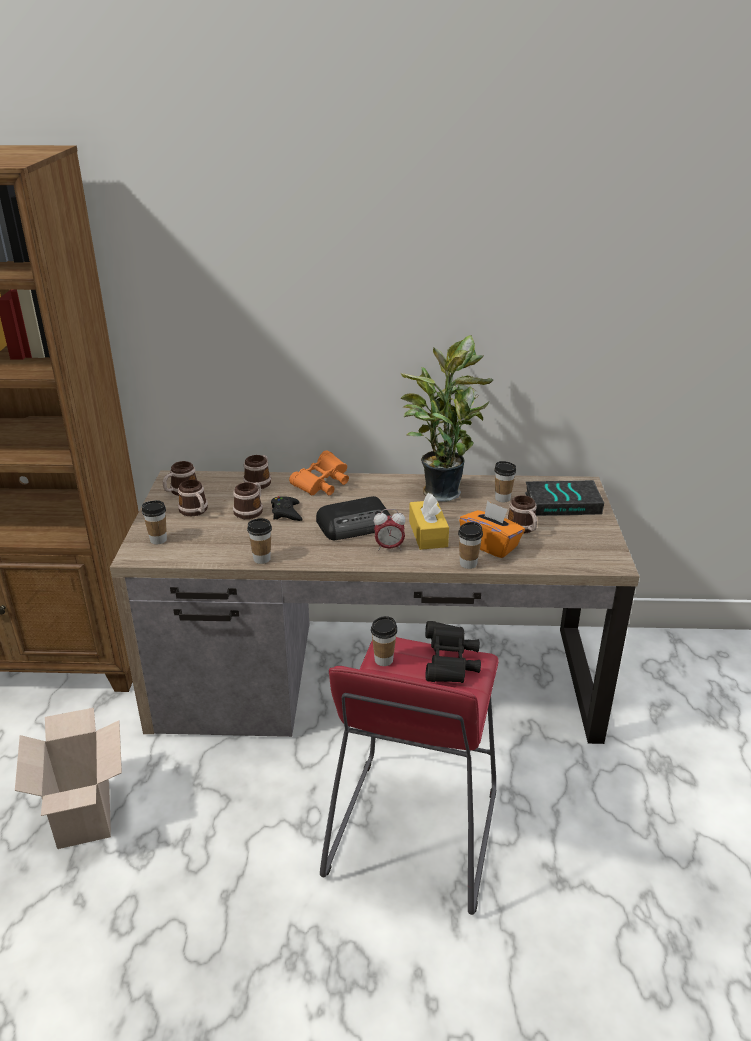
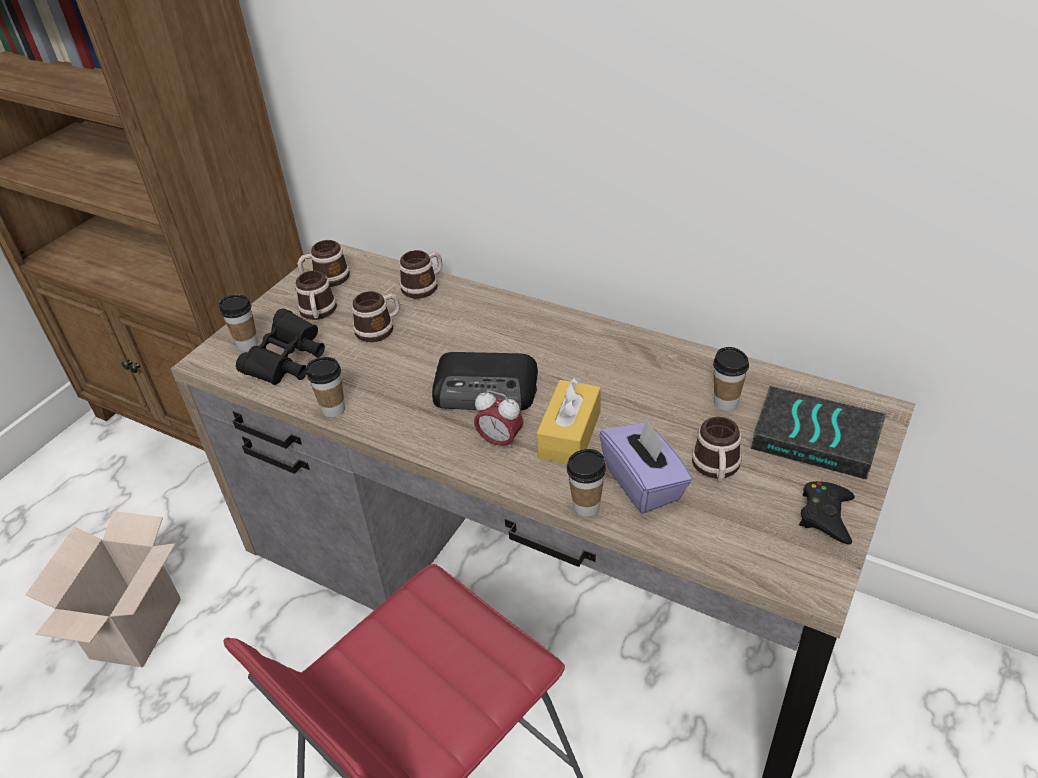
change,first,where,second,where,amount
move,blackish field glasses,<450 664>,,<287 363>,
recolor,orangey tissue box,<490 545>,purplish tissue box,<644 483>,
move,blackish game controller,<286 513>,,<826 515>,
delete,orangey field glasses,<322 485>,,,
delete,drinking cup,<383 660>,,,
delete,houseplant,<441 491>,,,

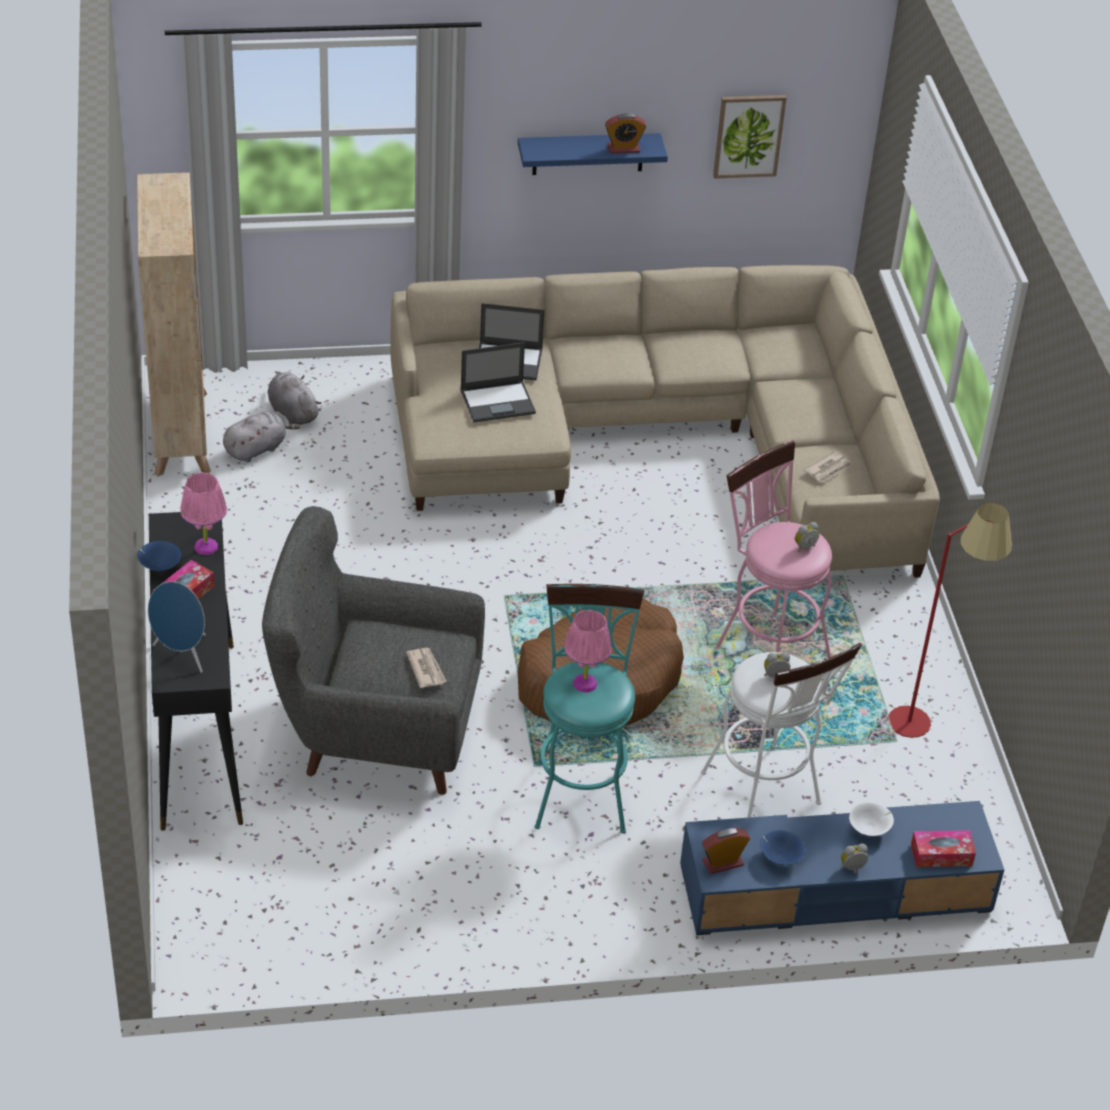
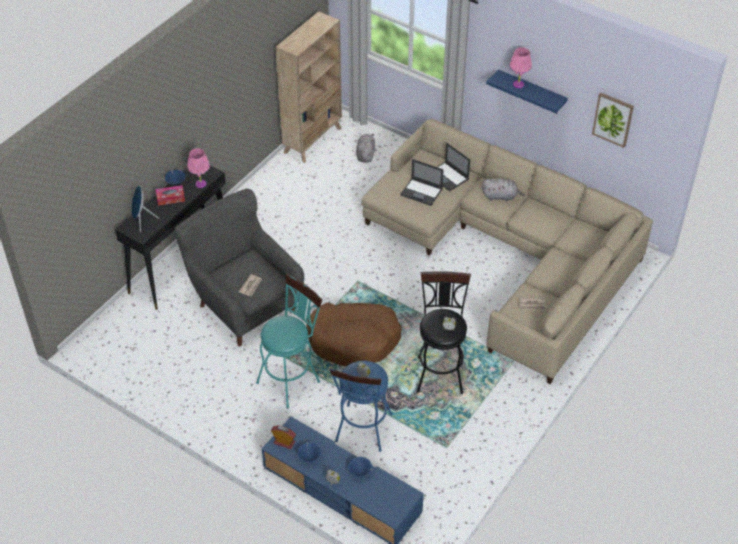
change,first,where,second,where,amount
recolor,white-coloured sitting stool,<766 794>,blue-coloured sitting stool,<362 432>,
recolor,white-coloured deep dish,<870 829>,blue-coloured deep dish,<360 471>,
recolor,pinkish sitting stool,<766 648>,blackish sitting stool,<439 371>,
move,grey cuddly toy,<257 449>,,<501 196>,
move,pinkish tabletop lamp,<585 683>,,<518 84>,
delete,alarm clock,<623 148>,,,
delete,red-coloured standard lamp,<927 730>,,,
delete,tissue box,<941 855>,,,

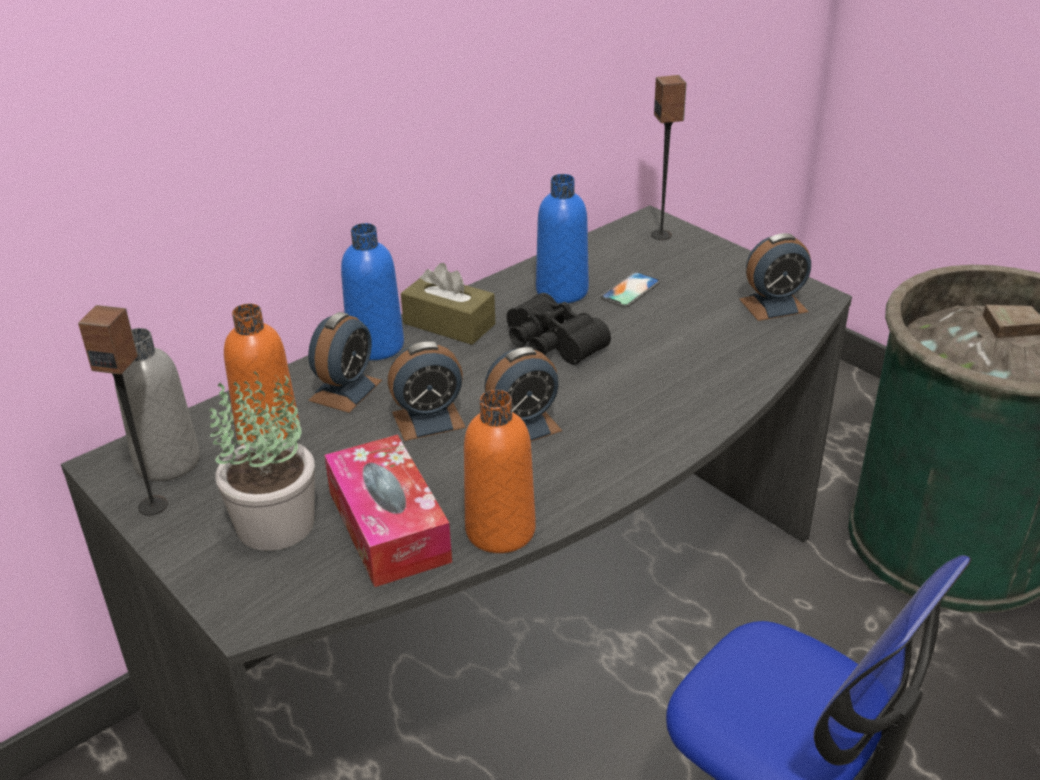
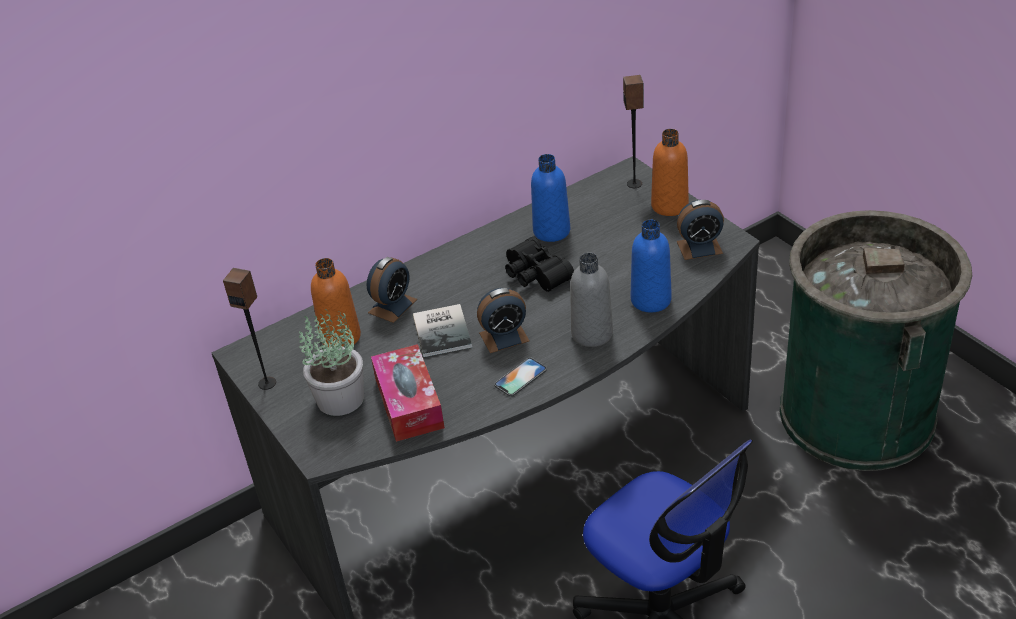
change,first,where,second,where,amount
replace,alarm clock,<428 420>,book,<444 330>,
move,handset,<630 290>,,<520 377>,
move,grey drink bottle,<167 462>,,<592 334>,
move,blue-coloured drink bottle,<376 346>,,<651 300>,
move,orangey drink bottle,<500 530>,,<669 206>,
delete,brownish tissue box,<449 324>,,,

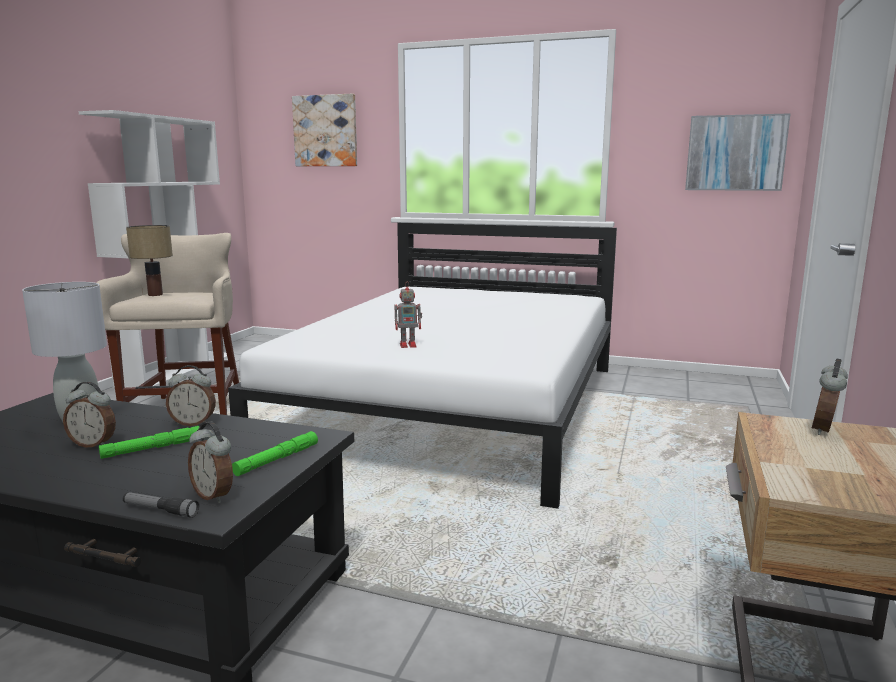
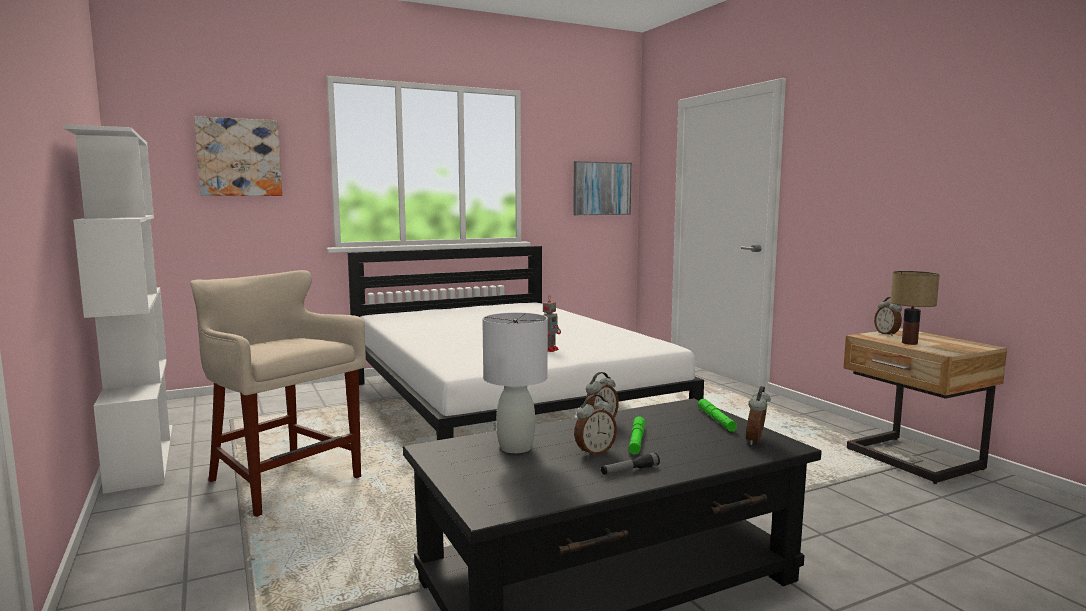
change,first,where,second,where,amount
move,hand torch,<160 510>,,<629 470>,
rotate,alarm clock,<214 495>,,<757 441>,120 degrees clockwise
move,tabletop lamp,<155 295>,,<910 343>,

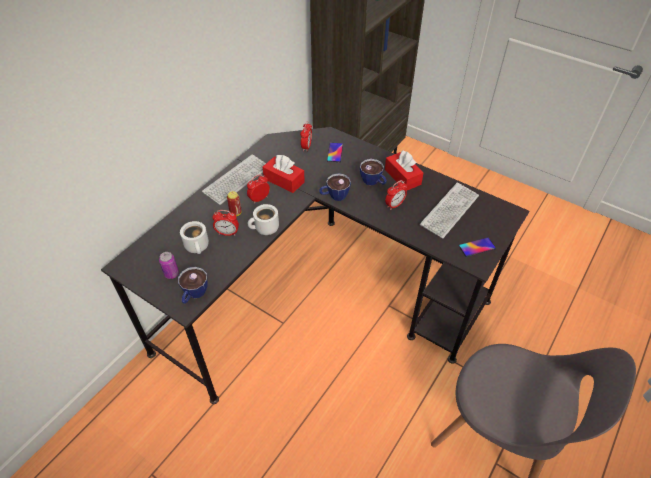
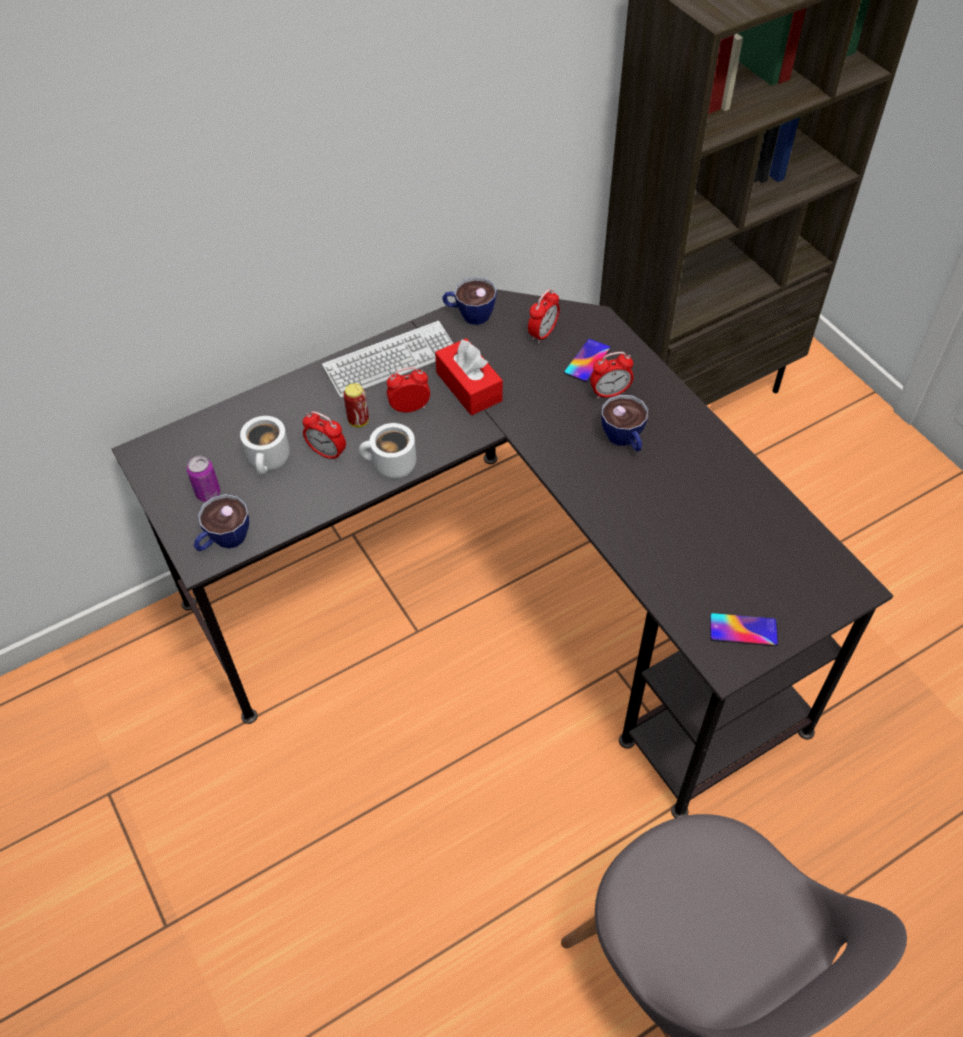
change,first,where,second,where,amount
move,drinking cup,<334 196>,,<469 314>,
move,alarm clock,<394 205>,,<609 393>,
delete,red-coloured tissue box,<402 177>,,,
delete,keyboard,<449 211>,,,

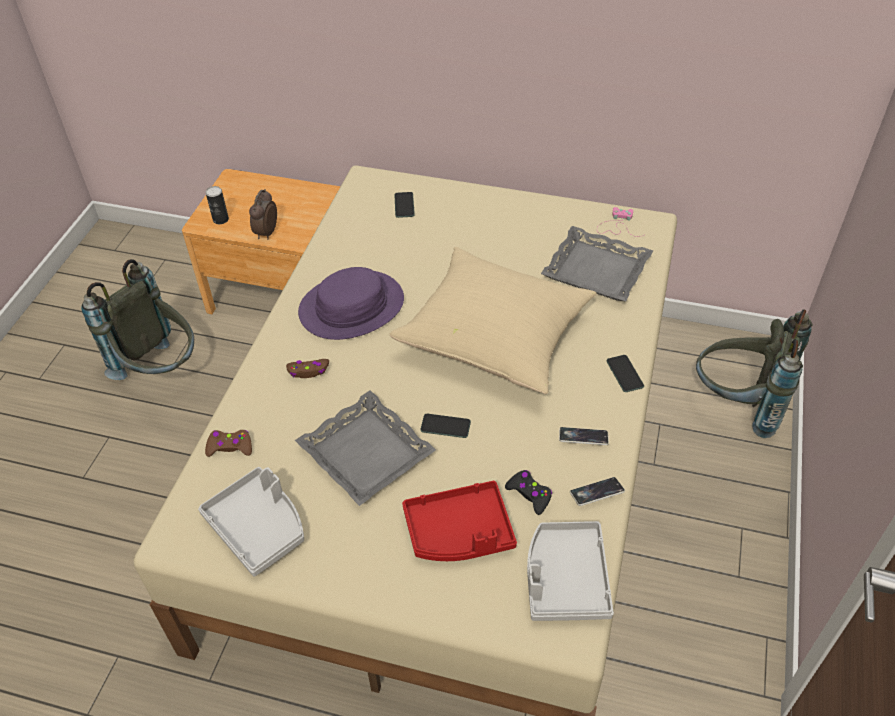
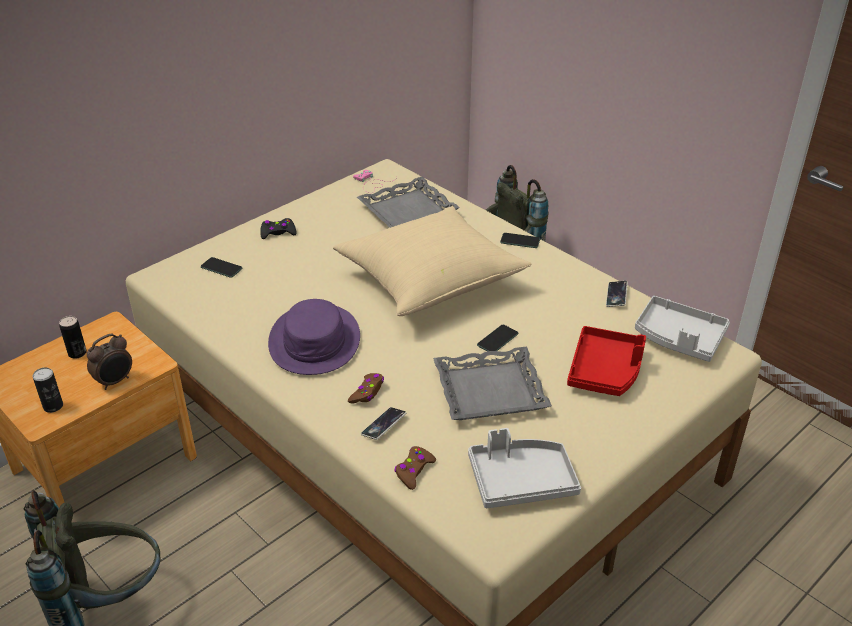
change,first,where,second,where,amount
insert,,,sealed can,<77 353>,
rotate,alarm clock,<266 233>,,<115 381>,90 degrees counterclockwise
move,blackish game controller,<529 494>,,<278 232>,
move,handset,<583 438>,,<383 425>,

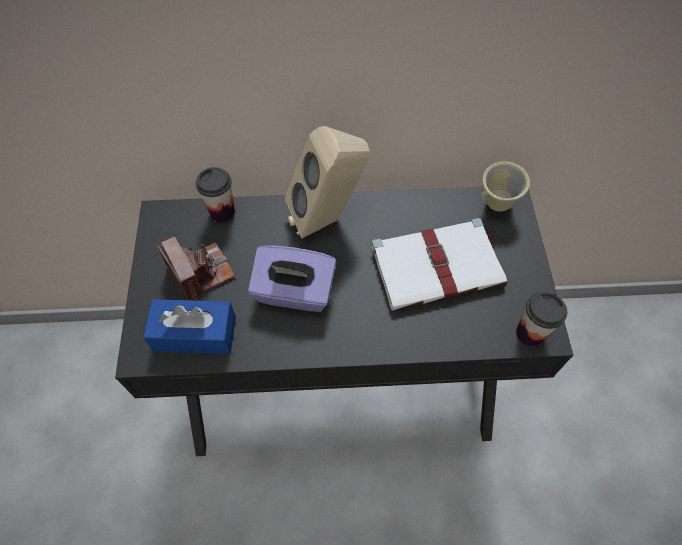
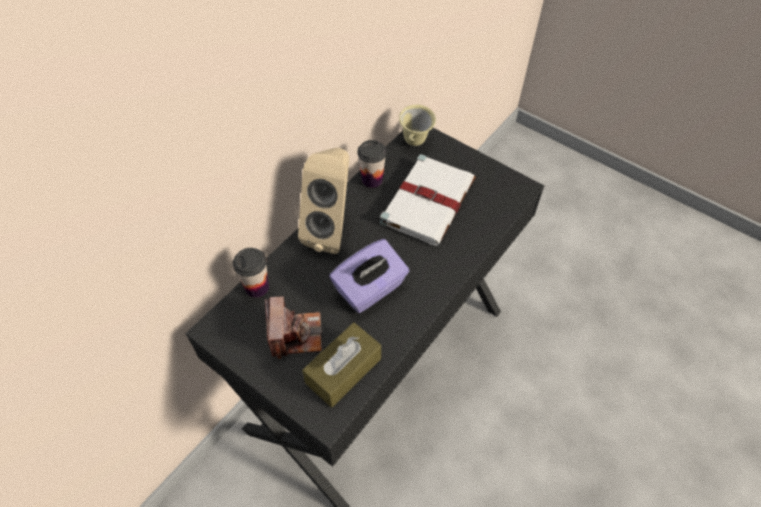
change,first,where,second,where,amount
rotate,photo camera,<201 272>,,<295 334>,75 degrees clockwise
recolor,blue-coloured tissue box,<195 333>,brownish tissue box,<343 371>,
move,drinking cup,<530 333>,,<372 180>,

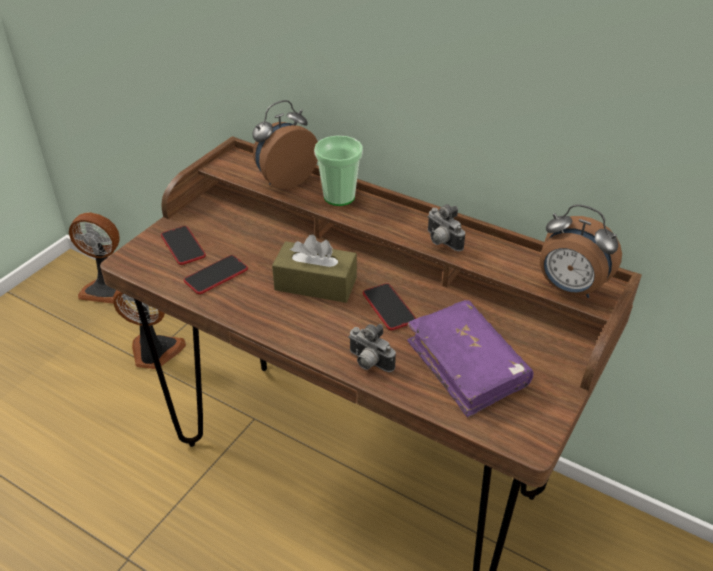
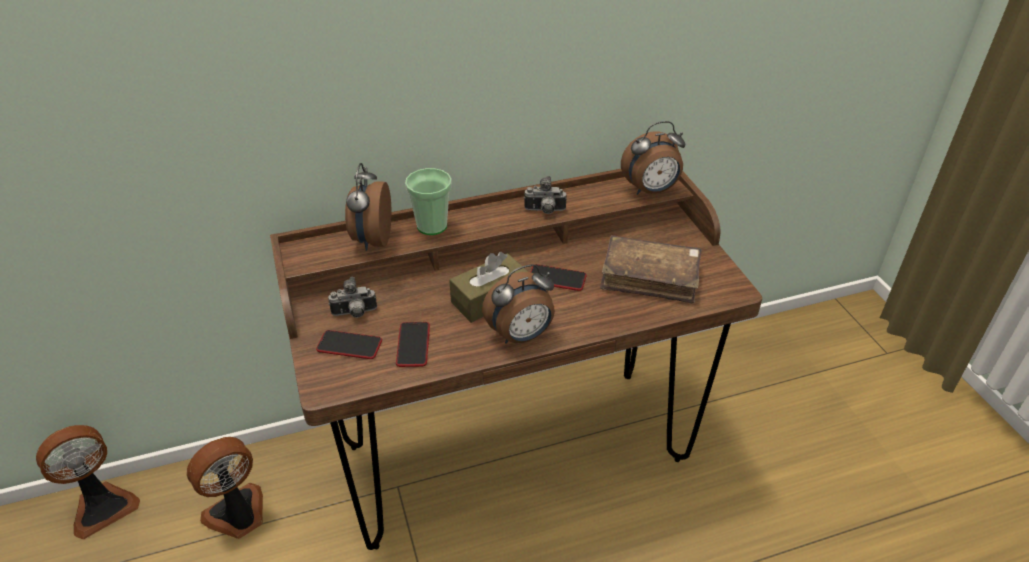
change,first,where,second,where,amount
move,photo camera,<368 363>,,<354 314>,
insert,,,alarm clock,<521 336>,
recolor,purplish book,<466 366>,brownish book,<650 277>,

